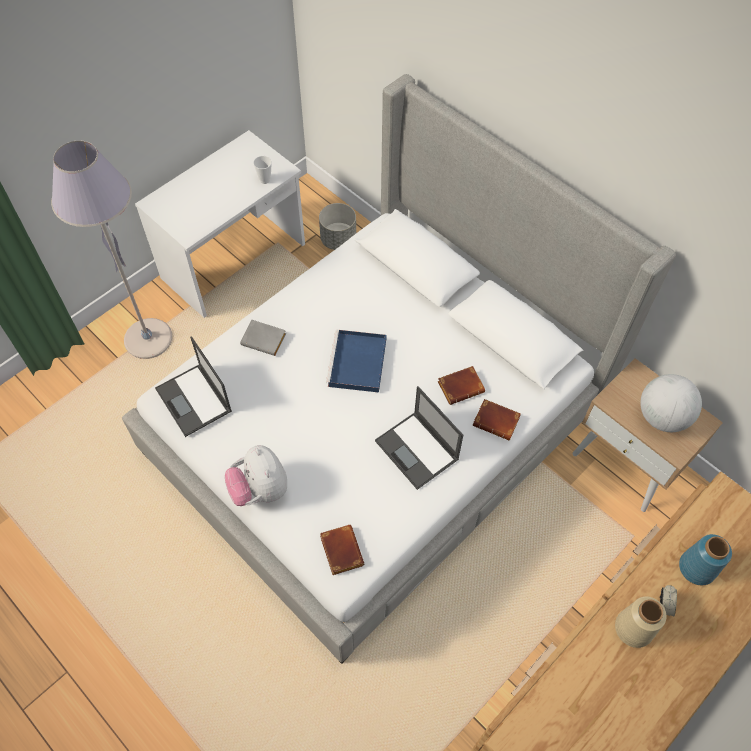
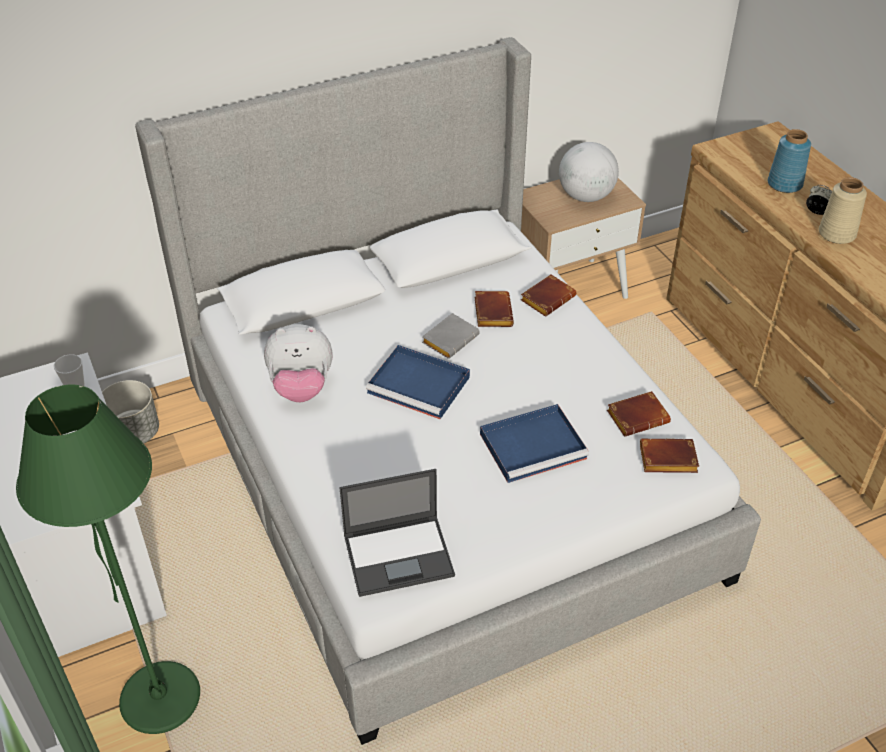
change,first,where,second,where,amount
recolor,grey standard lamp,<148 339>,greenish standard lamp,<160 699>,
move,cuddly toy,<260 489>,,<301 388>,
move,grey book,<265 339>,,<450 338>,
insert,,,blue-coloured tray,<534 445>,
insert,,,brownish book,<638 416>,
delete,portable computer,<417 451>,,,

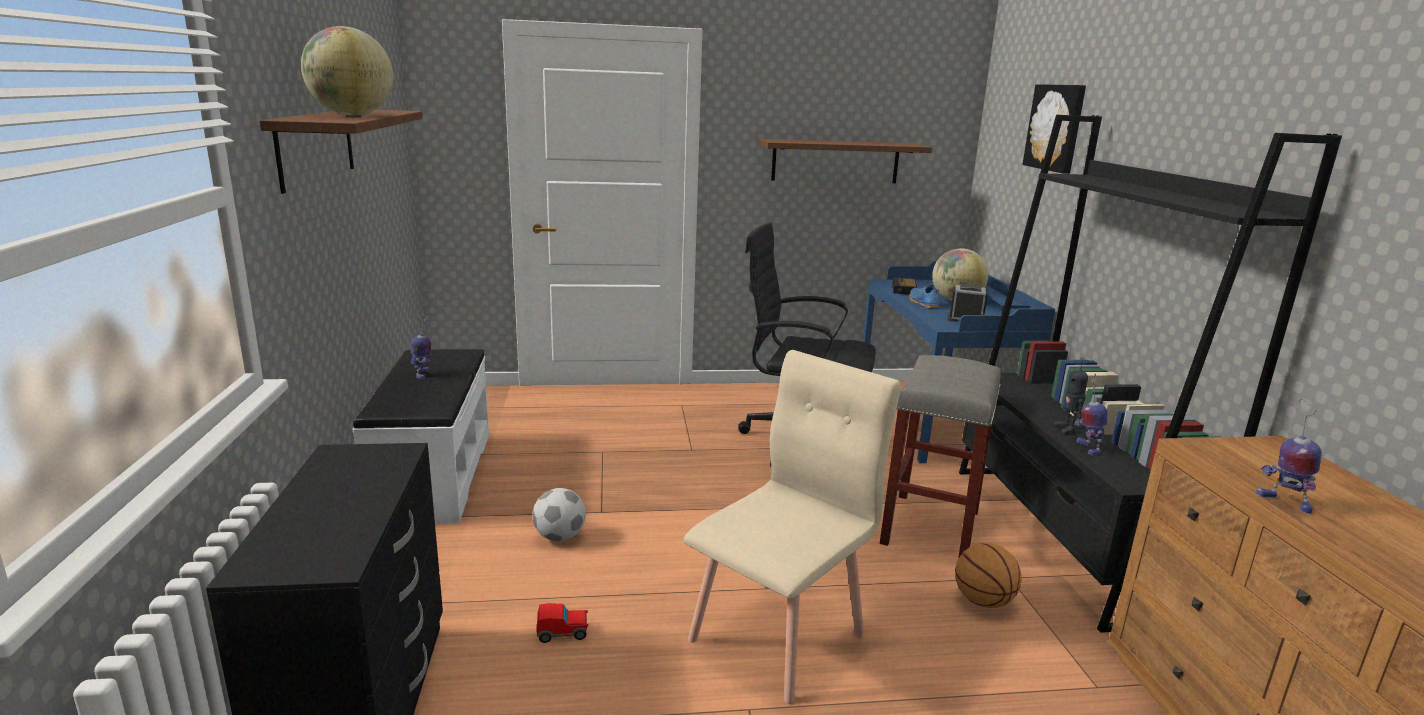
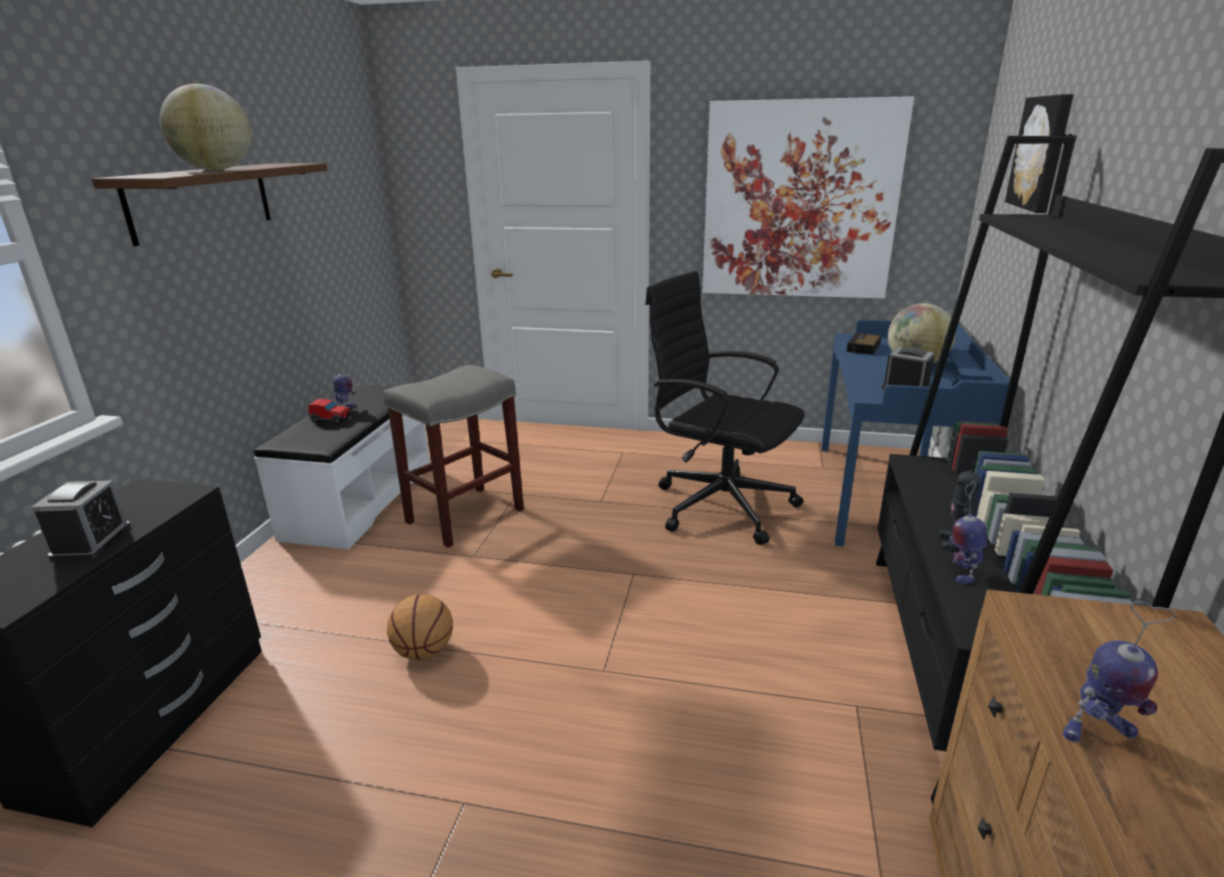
change,first,where,second,where,amount
insert,,,alarm clock,<91 542>,
move,miniature car,<563 633>,,<331 420>,
move,grey sitting stool,<930 526>,,<466 515>,
move,ball for basketball,<983 601>,,<424 652>,
replace,brownish wall shelf,<835 161>,wall picture,<799 201>,
rotate,model robot,<1283 502>,,<1096 732>,75 degrees counterclockwise
delete,ball for football,<559 537>,,,
delete,beige chair,<779 637>,,,
delete,blue-coloured low shoe,<923 303>,,,

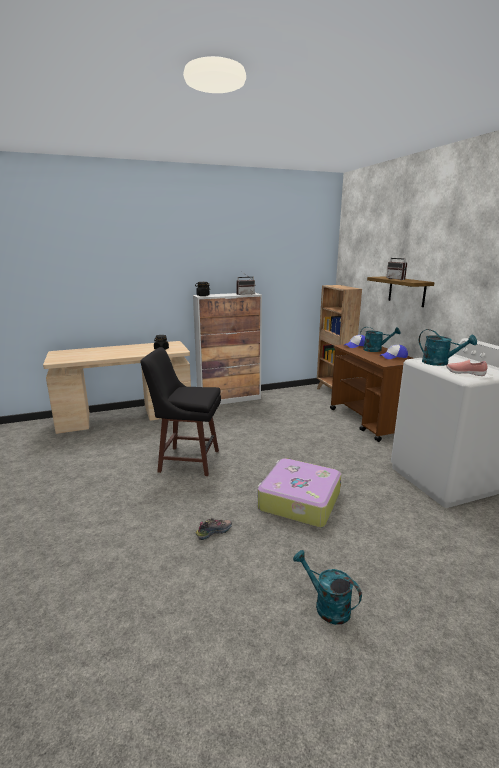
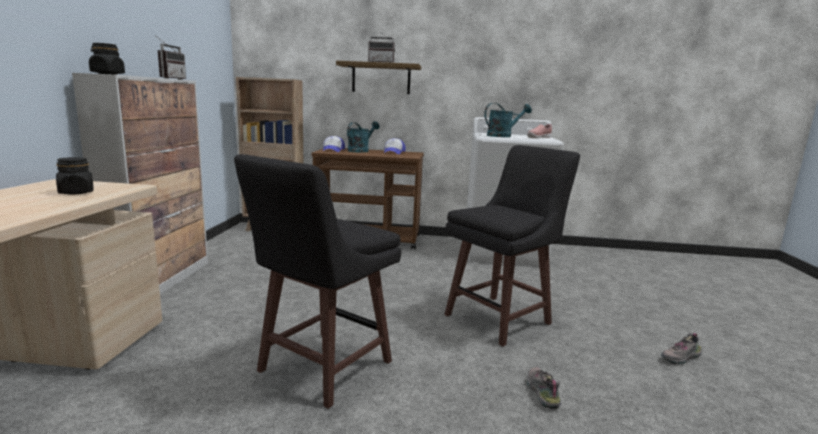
change,first,where,second,where,amount
replace,travel case,<298 501>,blackish sitting stool,<500 319>,
replace,turquoise-coloured sprinkling can,<326 605>,low shoe,<681 358>,

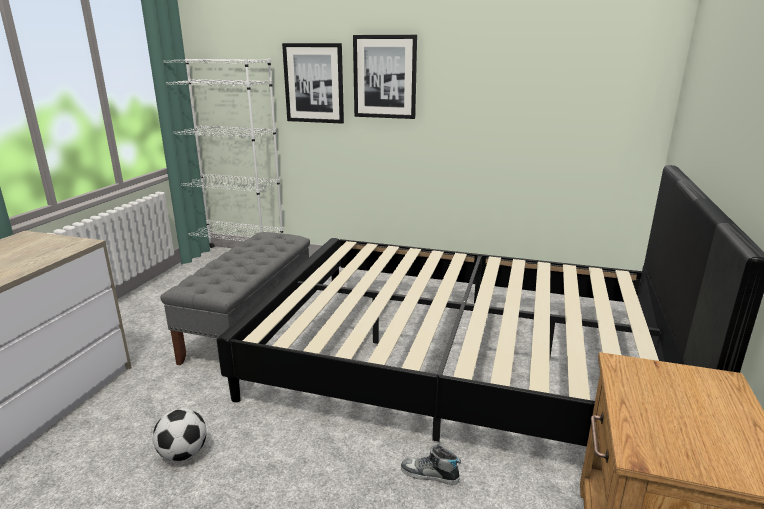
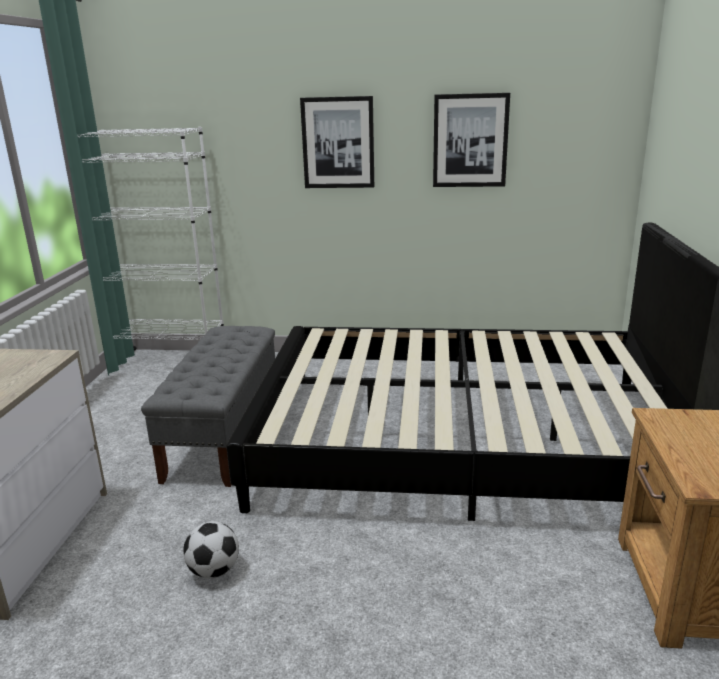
change,first,where,second,where,amount
move,wall picture,<314 83>,,<470 141>,
delete,low shoe,<429 475>,,,

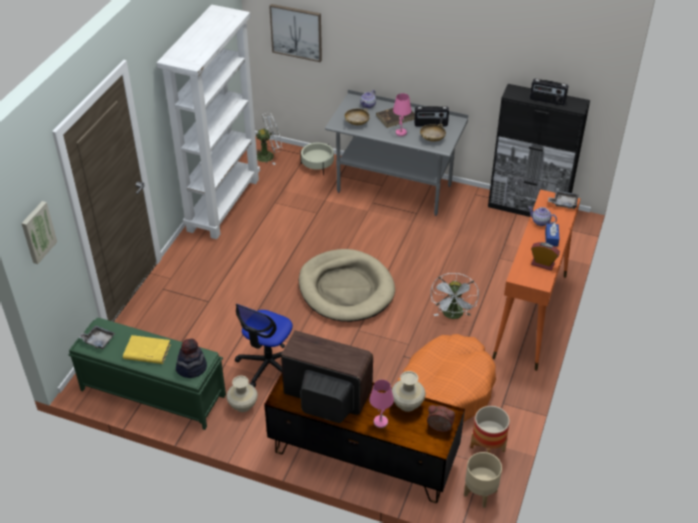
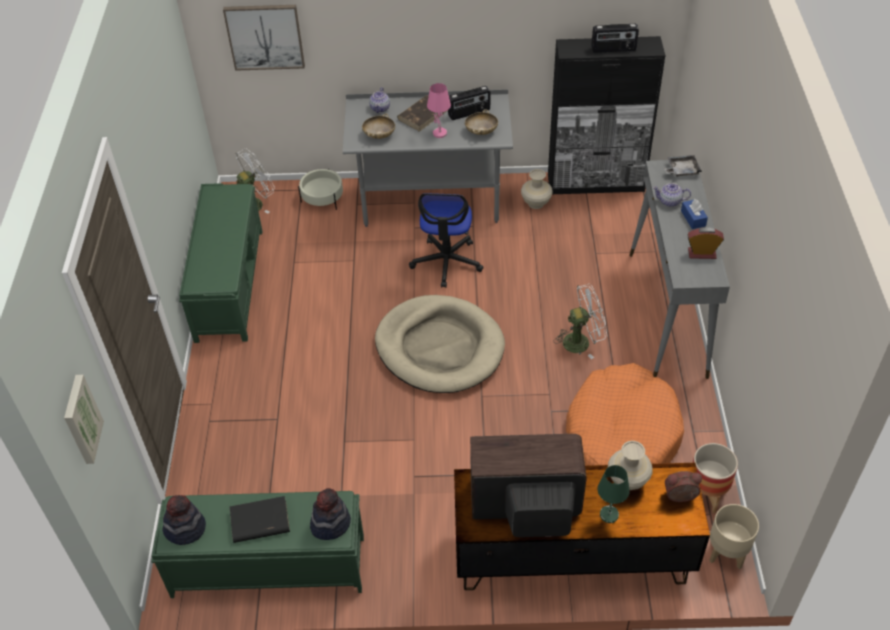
change,first,where,second,where,amount
replace,grey tray,<98 340>,clothing hat,<185 528>,
replace,white-coloured bookshelf,<223 204>,greenish bench,<229 283>,
recolor,yellow book,<146 352>,blackish book,<259 522>,
move,desk chair,<268 365>,,<446 262>,
move,beige decorative vase,<243 406>,,<536 203>,
rotate,white-coloured electric fan,<453 315>,,<581 341>,90 degrees counterclockwise
recolor,pinkish tabletop lamp,<380 421>,greenish tabletop lamp,<608 514>,
recolor,orangey hall table,<530 316>,grey hall table,<667 314>,

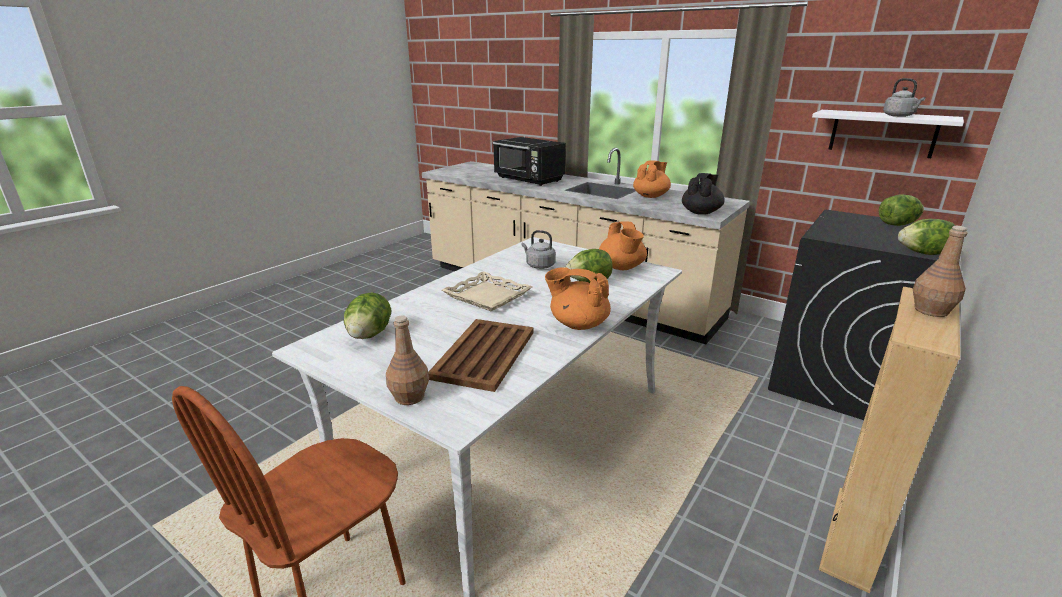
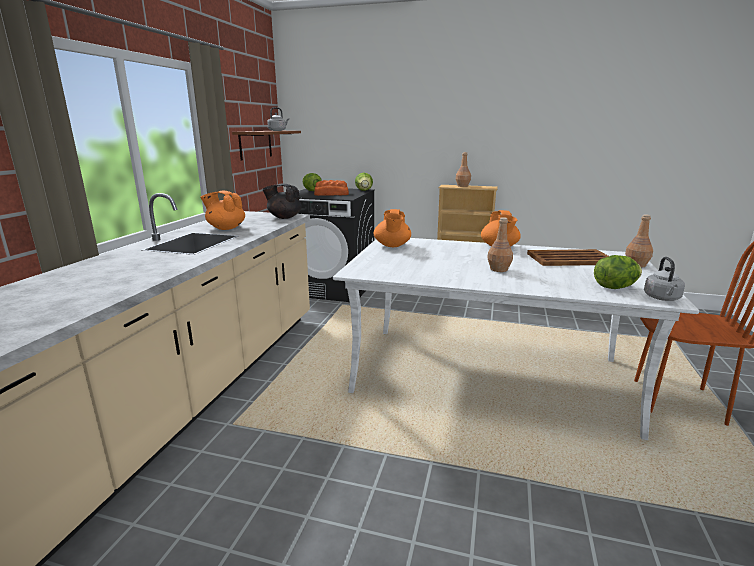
change,first,where,second,where,amount
recolor,white-coloured wall shelf,<882 133>,brownish wall shelf,<255 144>,
insert,,,baked bread,<331 194>,
rotate,orangey tea pot,<621 267>,,<392 246>,120 degrees clockwise
replace,beige tray,<487 296>,brownish drink bottle,<499 269>,
move,grey tea kettle,<539 265>,,<662 298>,
delete,blackish microwave,<529 179>,,,
delete,lettuce head,<589 282>,,,

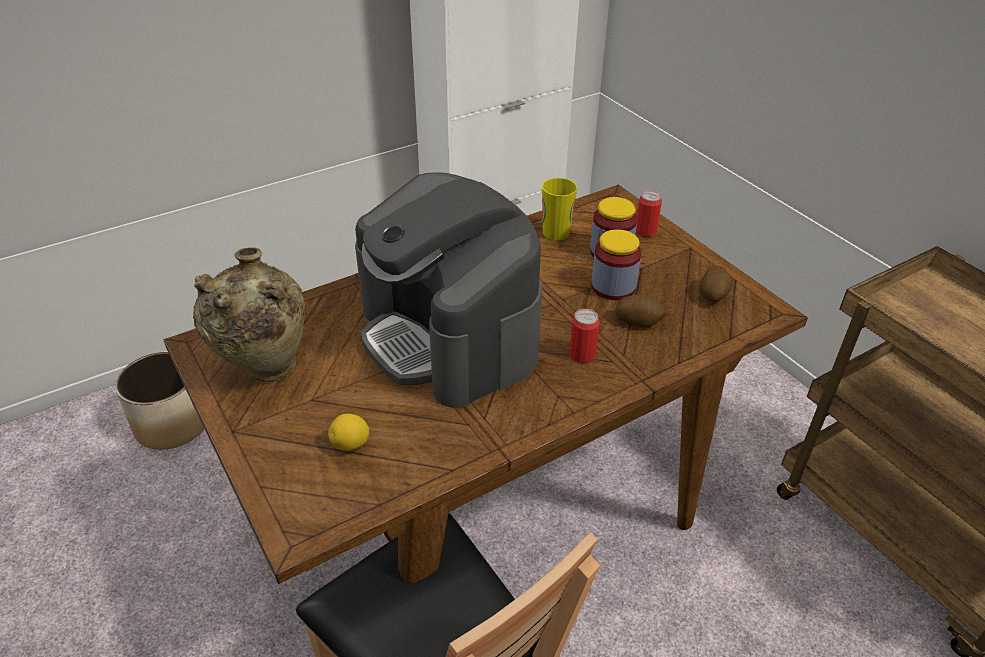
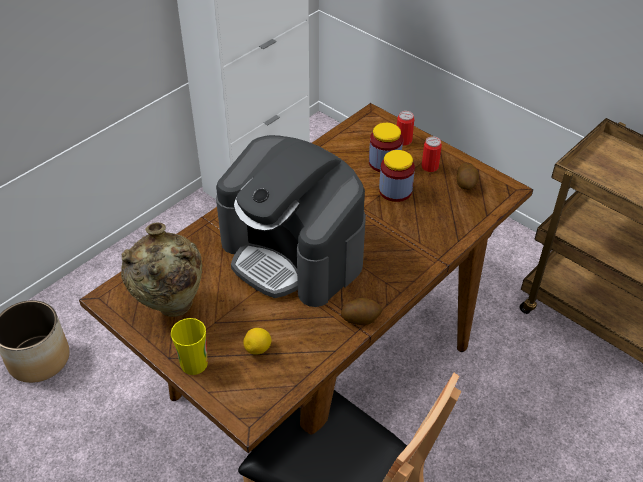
change,first,where,second,where,amount
move,drinking cup,<556 232>,,<194 363>,
move,potato,<638 321>,,<361 318>,
move,sealed can,<582 355>,,<429 167>,

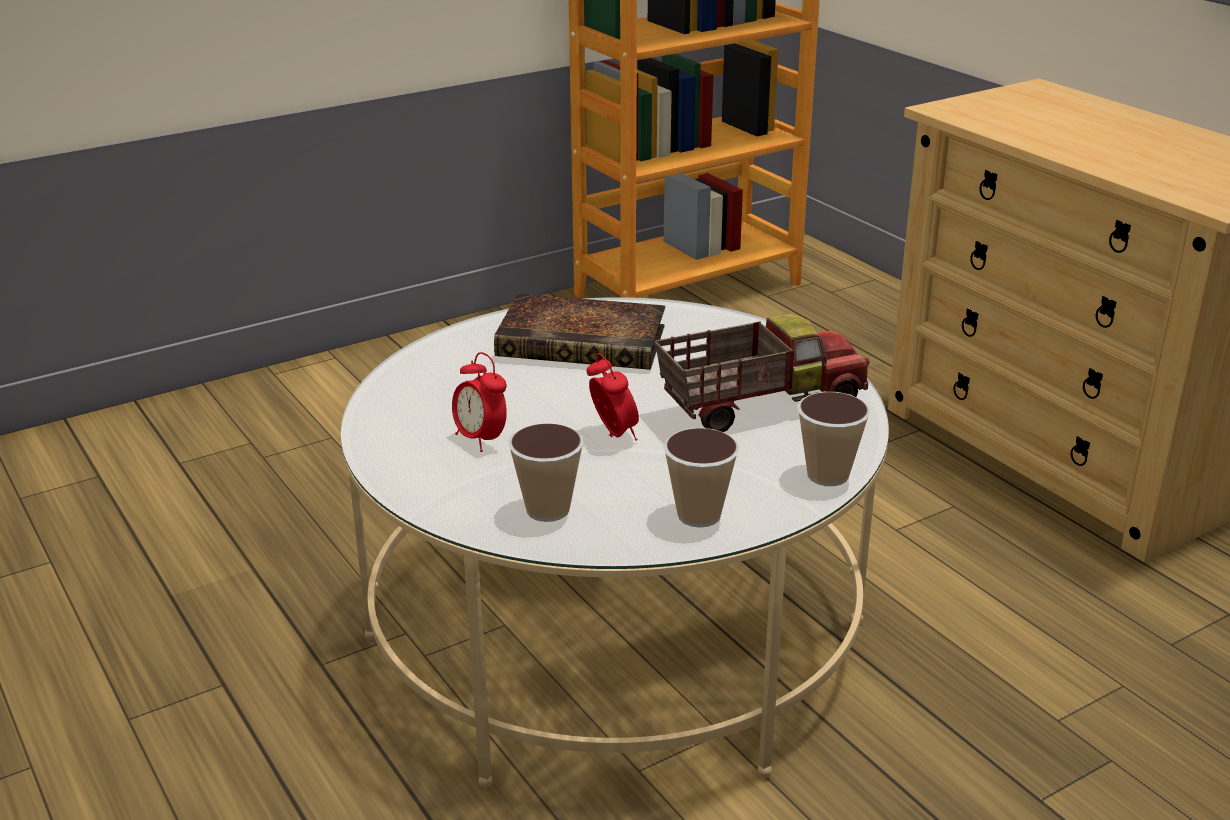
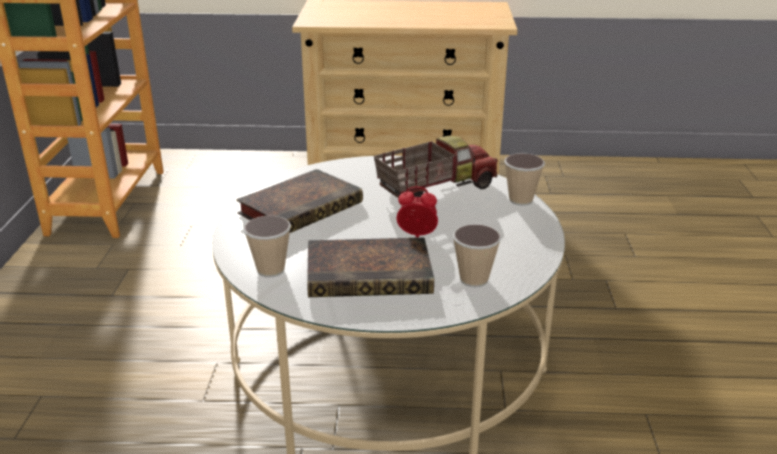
change,first,where,second,where,amount
move,drinking cup,<699 515>,,<270 270>,
replace,alarm clock,<480 439>,book,<372 274>,
rotate,toy truck,<759 404>,,<435 190>,45 degrees clockwise

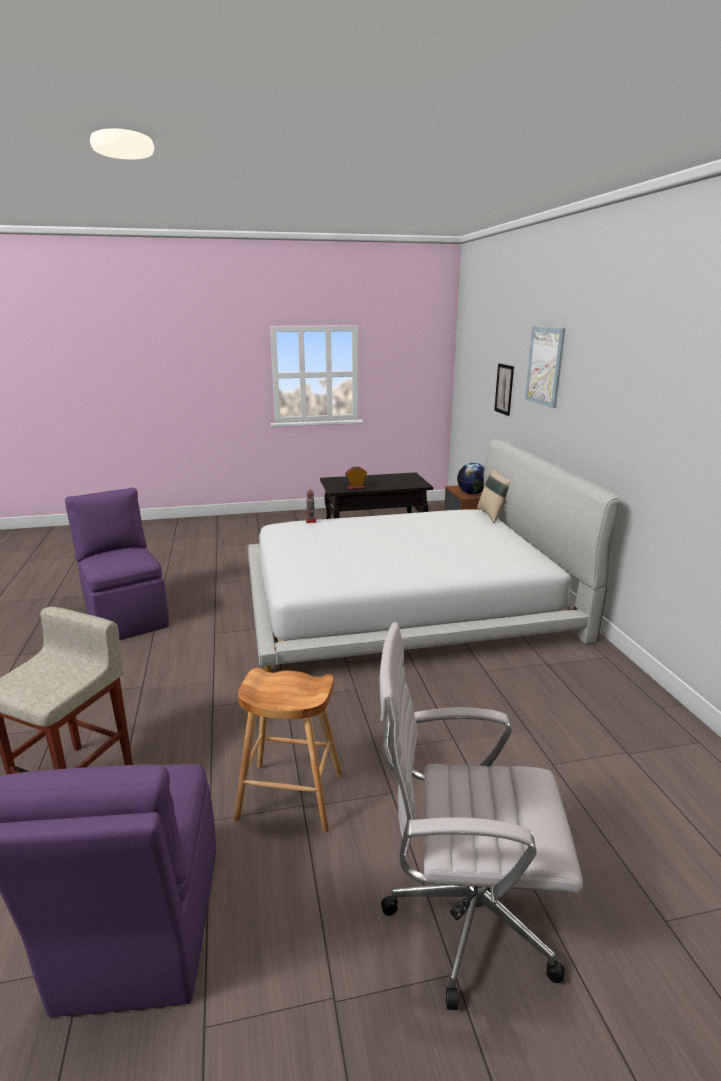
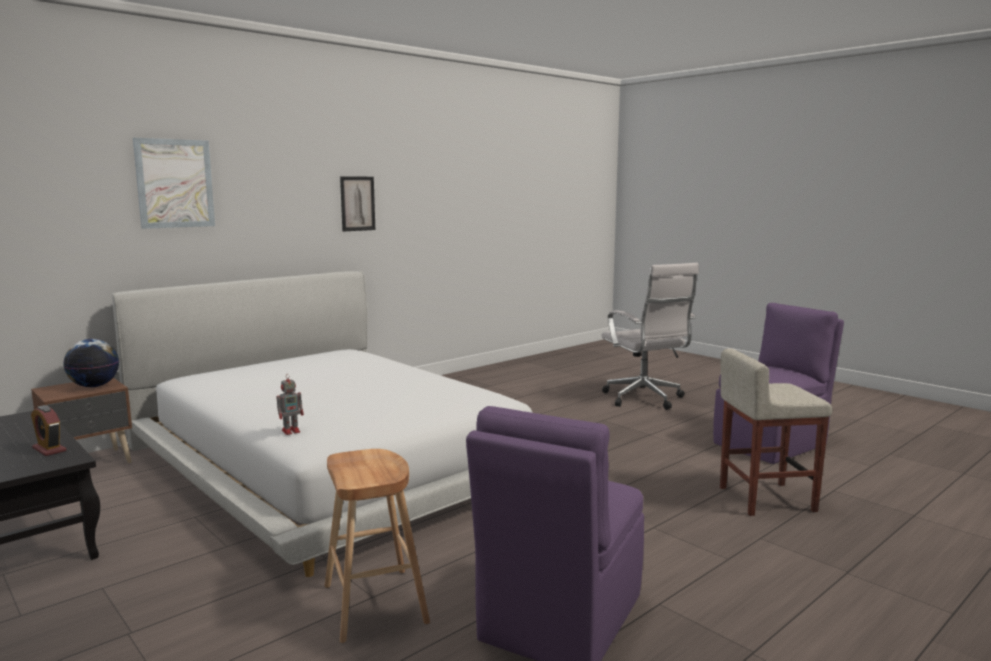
change,first,where,second,where,amount
move,brownish sitting stool,<291 796>,,<374 603>,
move,wall picture,<504 389>,,<357 203>,
delete,beige pillow,<493 515>,,,

